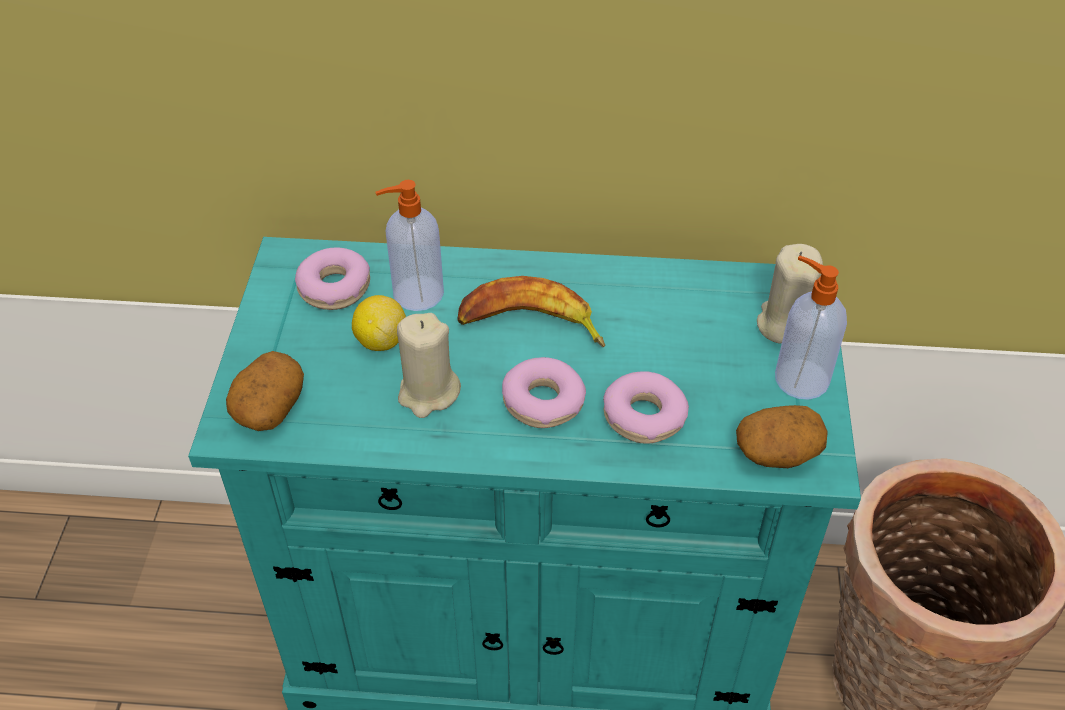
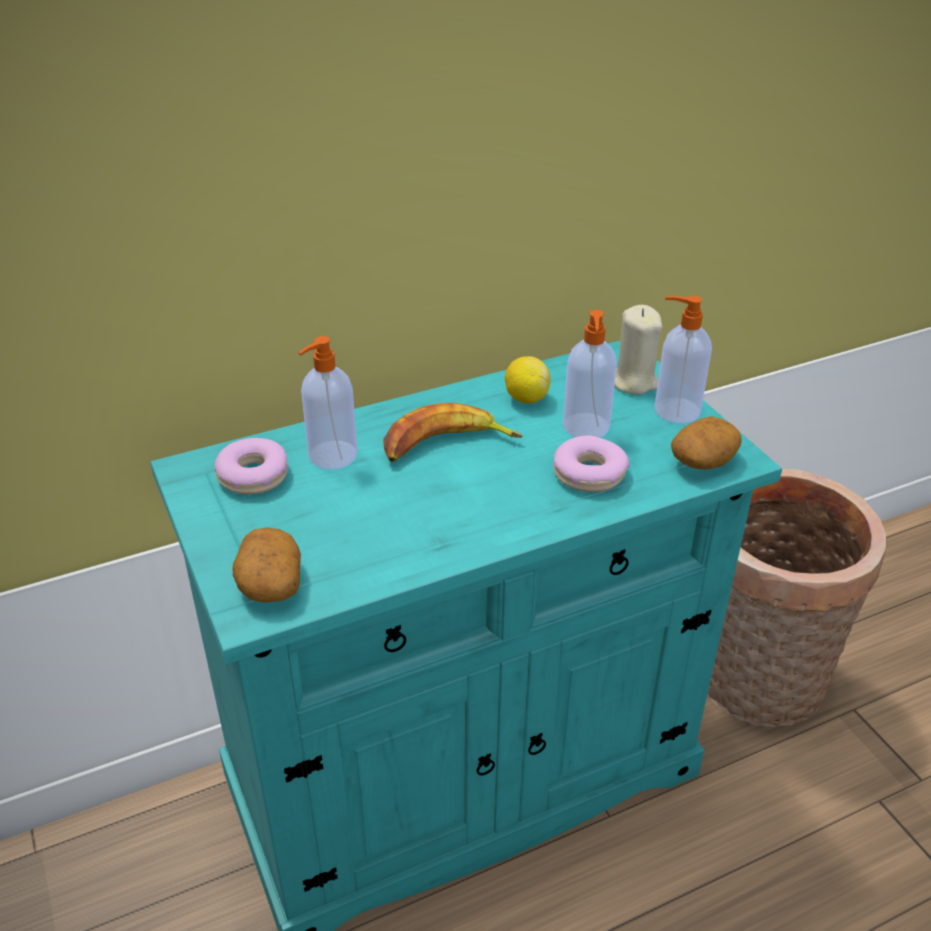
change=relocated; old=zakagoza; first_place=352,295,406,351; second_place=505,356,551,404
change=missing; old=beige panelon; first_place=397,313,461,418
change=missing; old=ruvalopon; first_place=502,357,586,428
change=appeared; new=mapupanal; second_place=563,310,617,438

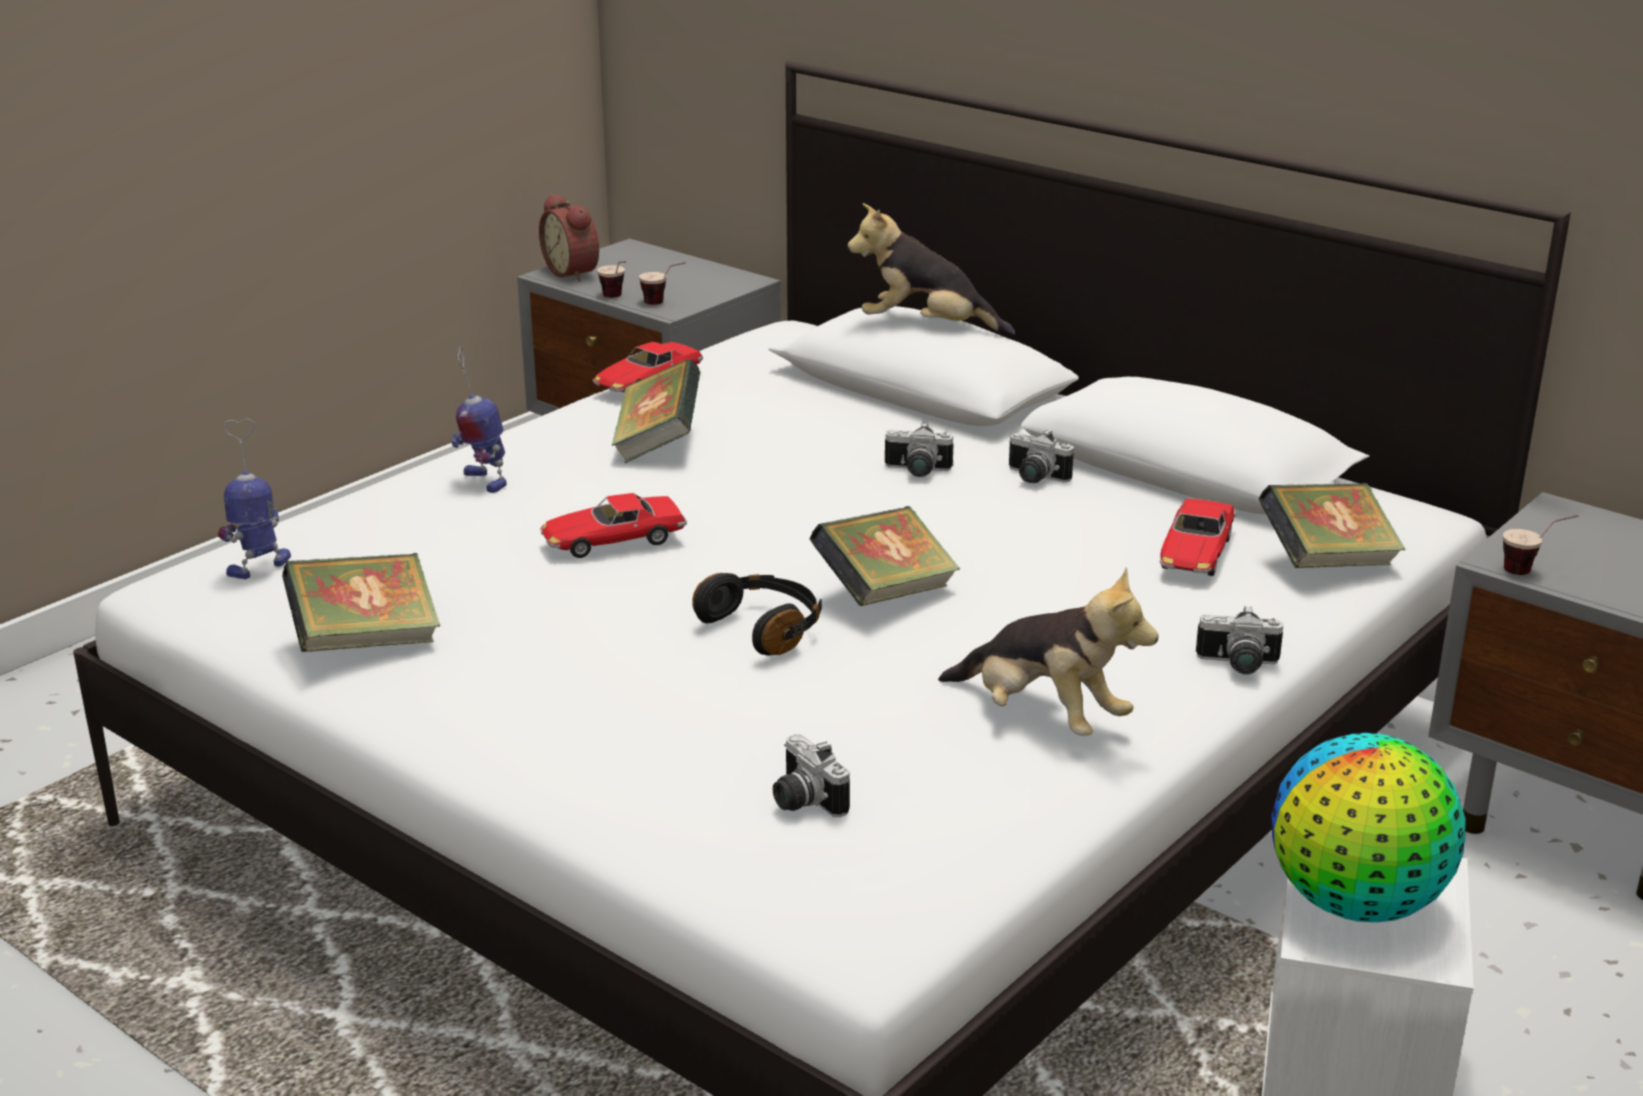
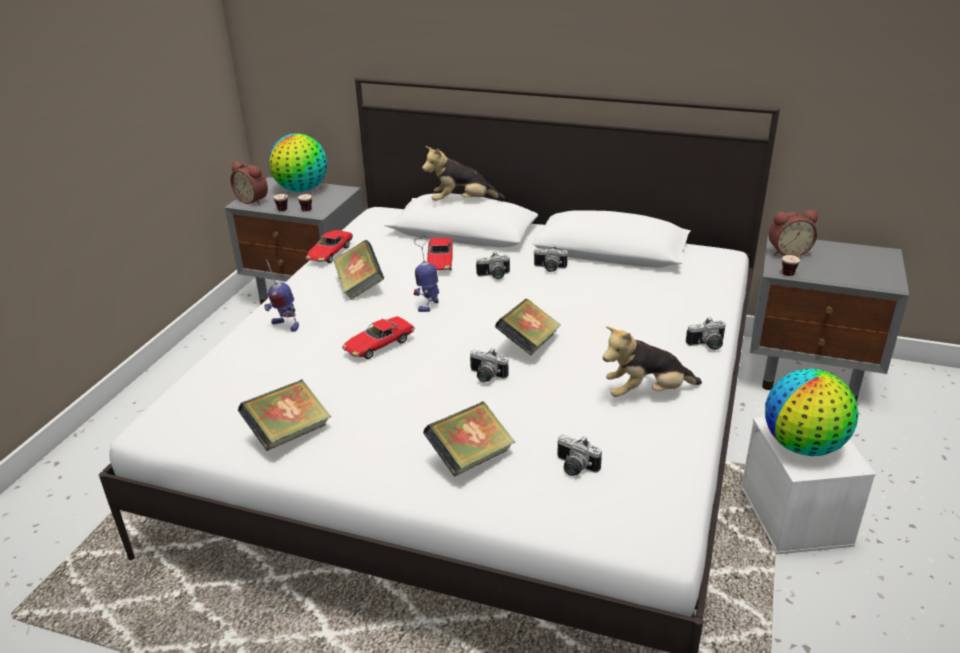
change=relocated; old=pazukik; first_place=218,419,291,579; second_place=414,236,439,312
change=relocated; old=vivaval; first_place=1259,483,1406,568; second_place=423,401,515,477
change=relocated; old=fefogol; first_place=1160,499,1236,576; second_place=427,238,453,270
change=spun; old=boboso; first_place=938,567,1158,736; second_place=603,326,702,397; degrees=150
change=exchanged; old=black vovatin; new=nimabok; first_place=692,573,822,655; second_place=470,349,508,382
change=appeared; new=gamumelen; second_place=269,133,327,192
change=appeared; new=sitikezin; second_place=769,210,818,257

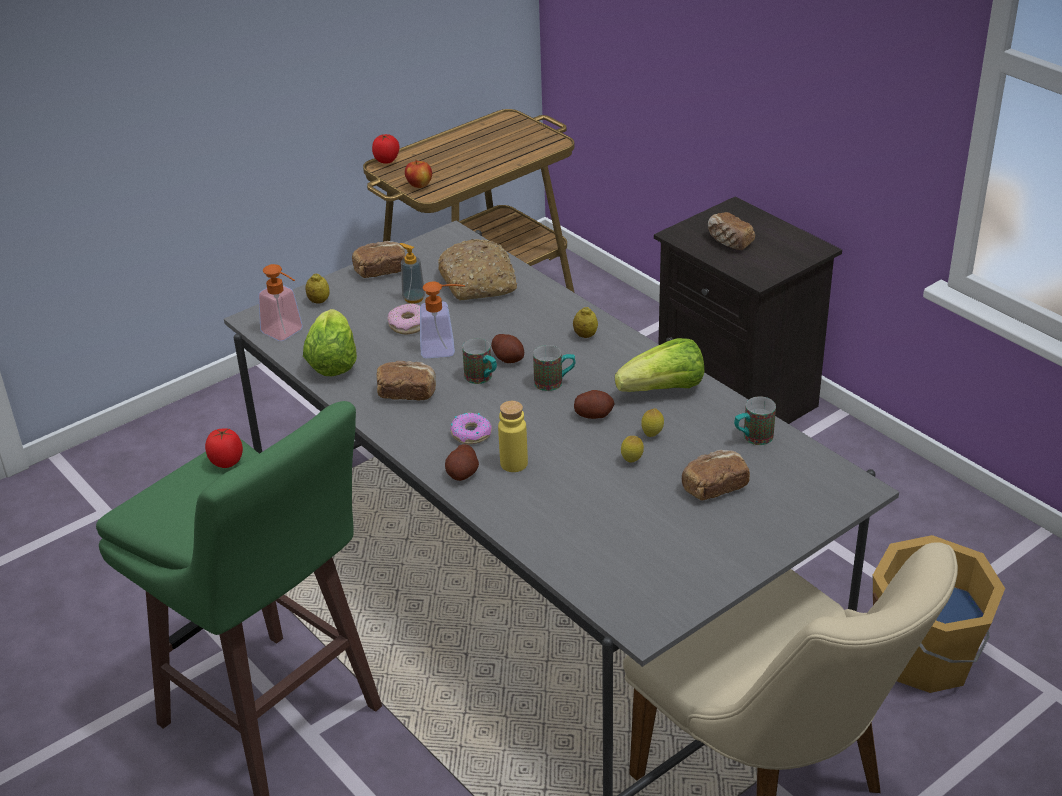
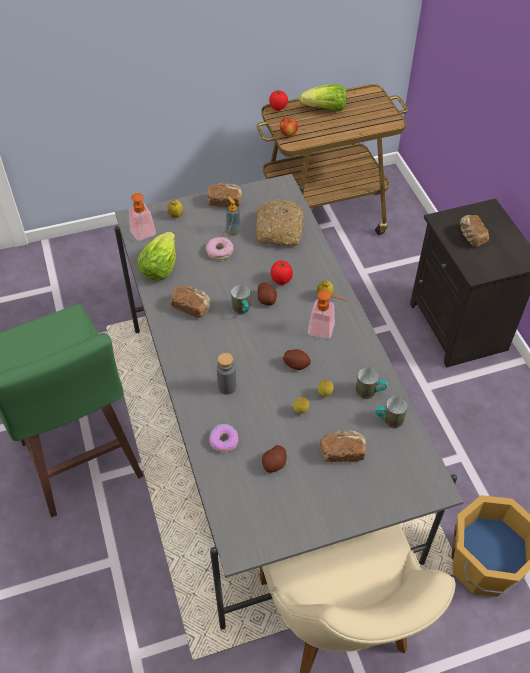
change=relocated; old=mapupanal; first_place=420,282,465,358; second_place=308,290,347,339
change=relocated; old=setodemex; first_place=615,338,704,392; second_place=299,84,346,111
change=relocated; old=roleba; first_place=533,345,575,391; second_place=356,367,387,399
change=colour; old=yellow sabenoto; new=grey sabenoto; first_place=498,401,528,472; second_place=217,353,236,395
change=relocated; old=ruvalopon; first_place=450,413,492,444; second_place=209,424,238,452
change=relocated; old=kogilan; first_place=205,428,243,468; second_place=271,260,293,285
change=relocated; old=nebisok; first_place=445,444,479,481; second_place=262,445,287,473

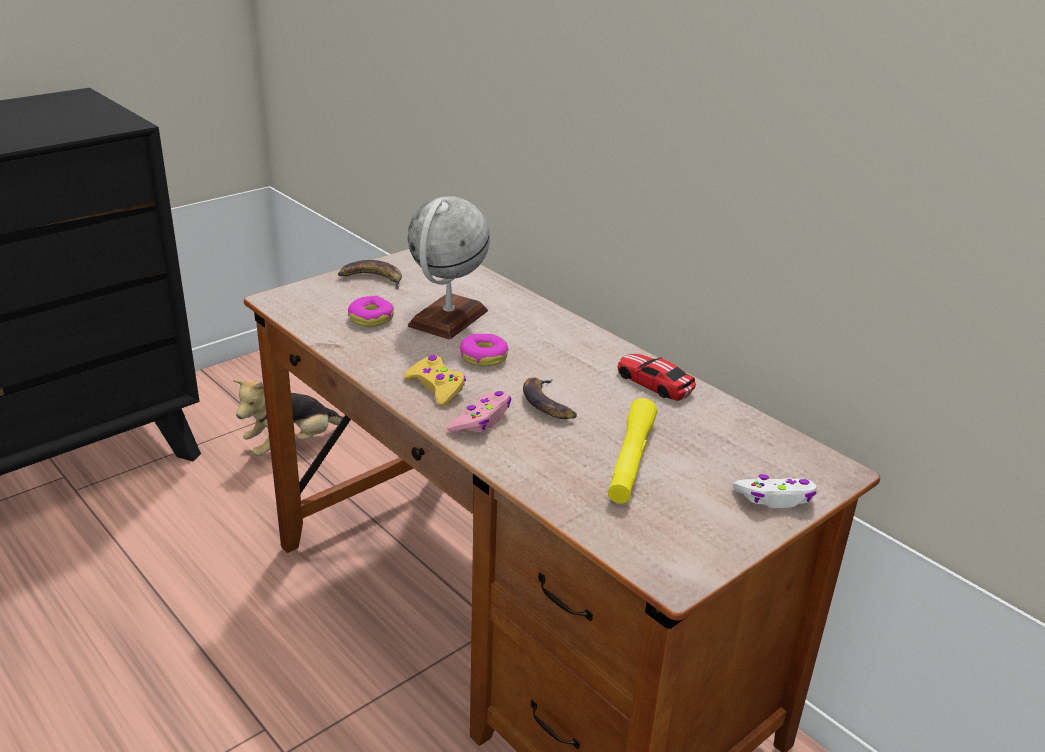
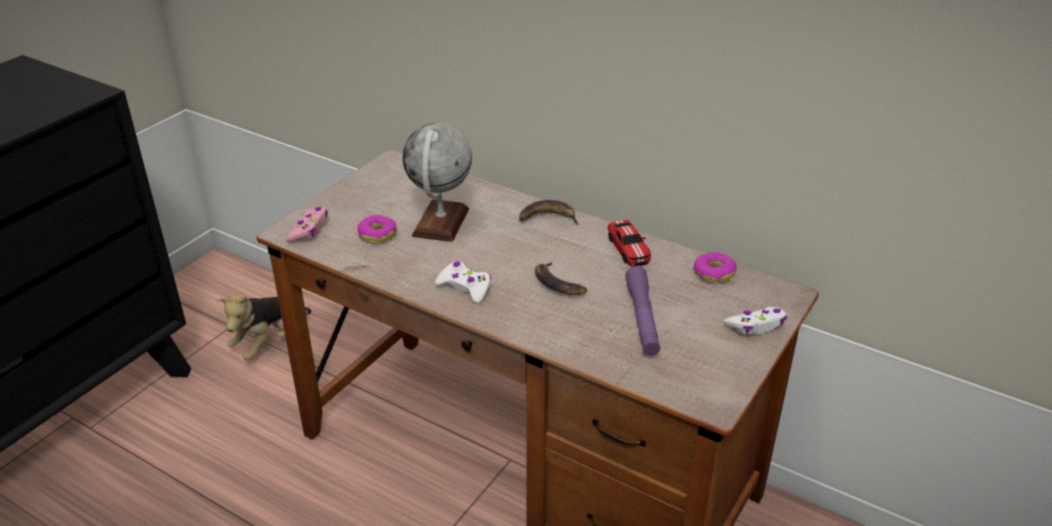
change=relocated; old=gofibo; first_place=338,260,402,290; second_place=519,200,579,225
change=relocated; old=ruvalopon; first_place=460,334,508,366; second_place=693,252,737,283
change=spun; old=fefogol; first_place=618,354,696,401; second_place=608,220,651,267; degrees=-135
change=colour; old=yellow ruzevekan; new=white ruzevekan; first_place=404,355,466,406; second_place=435,261,492,304
change=relocated; old=pink ruzevekan; first_place=447,391,511,433; second_place=286,207,328,242
change=colour; old=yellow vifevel; new=purple vifevel; first_place=608,398,657,504; second_place=625,266,660,356

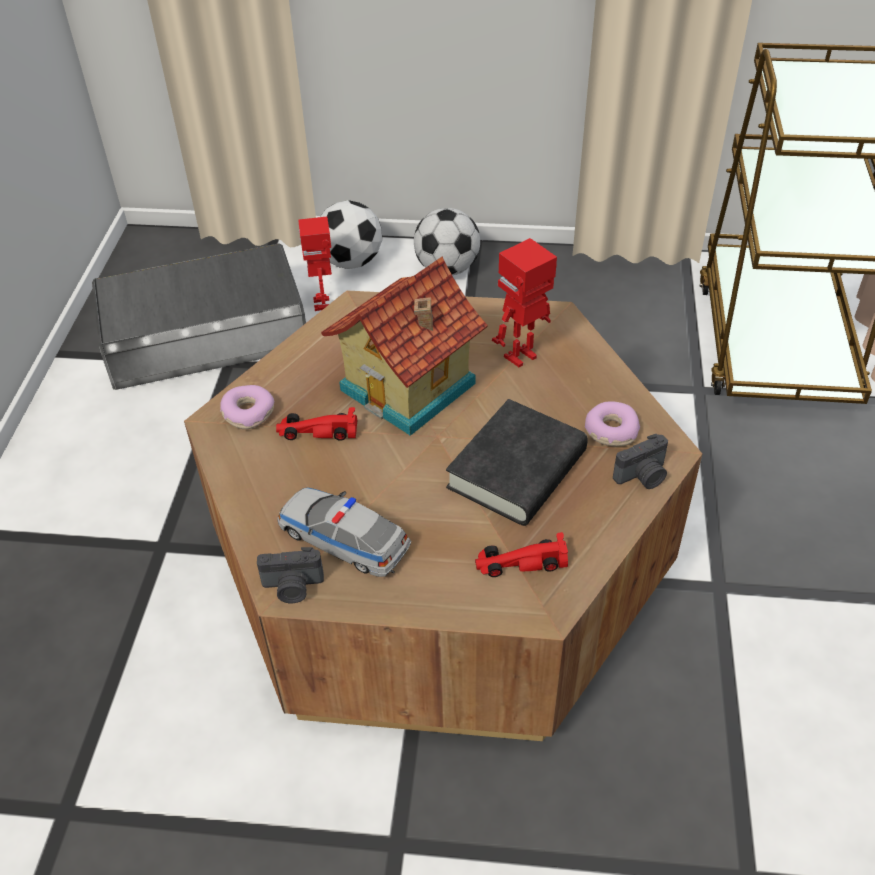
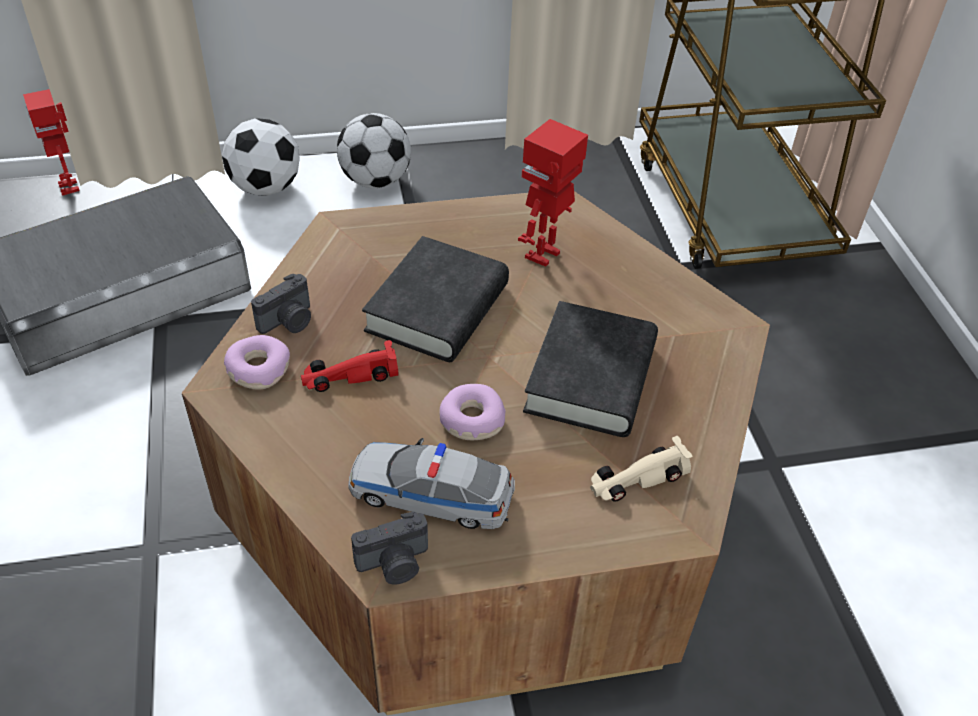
change=relocated; old=pazukik; first_place=298,217,332,311; second_place=23,89,80,196
change=exchanged; old=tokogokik; new=black vivaval; first_place=321,257,488,436; second_place=362,236,509,362
change=relocated; old=ruvalopon; first_place=585,401,640,446; second_place=439,384,506,440
change=relocated; old=nimabok; first_place=613,433,668,489; second_place=251,274,311,334
change=colour; old=red fefogol; new=beige fefogol; first_place=475,532,568,577; second_place=590,436,693,502

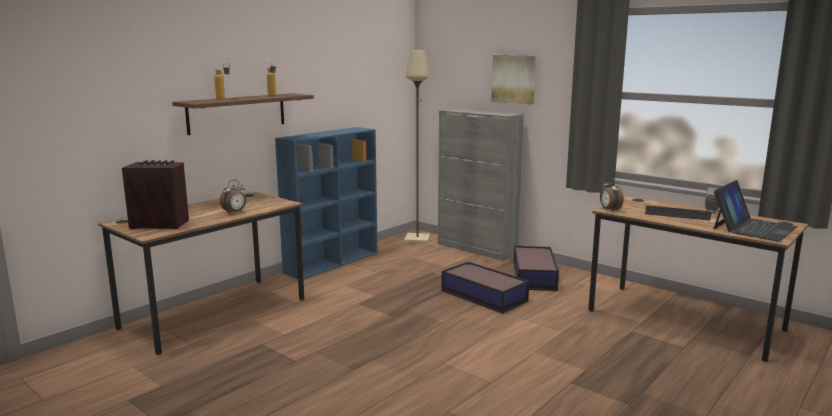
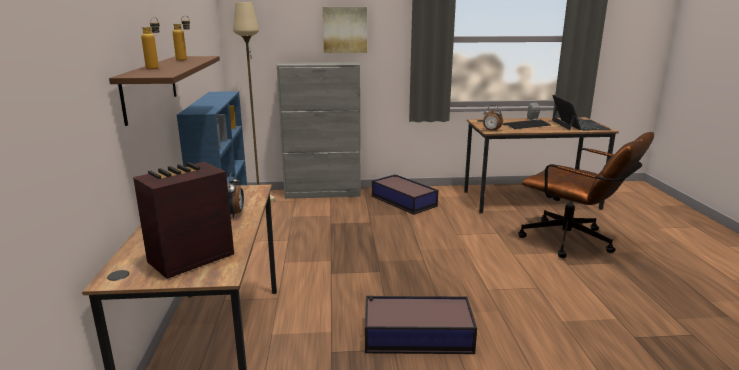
change=relocated; old=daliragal; first_place=441,262,529,314; second_place=365,296,477,354
change=appeared; new=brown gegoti; second_place=518,132,654,258

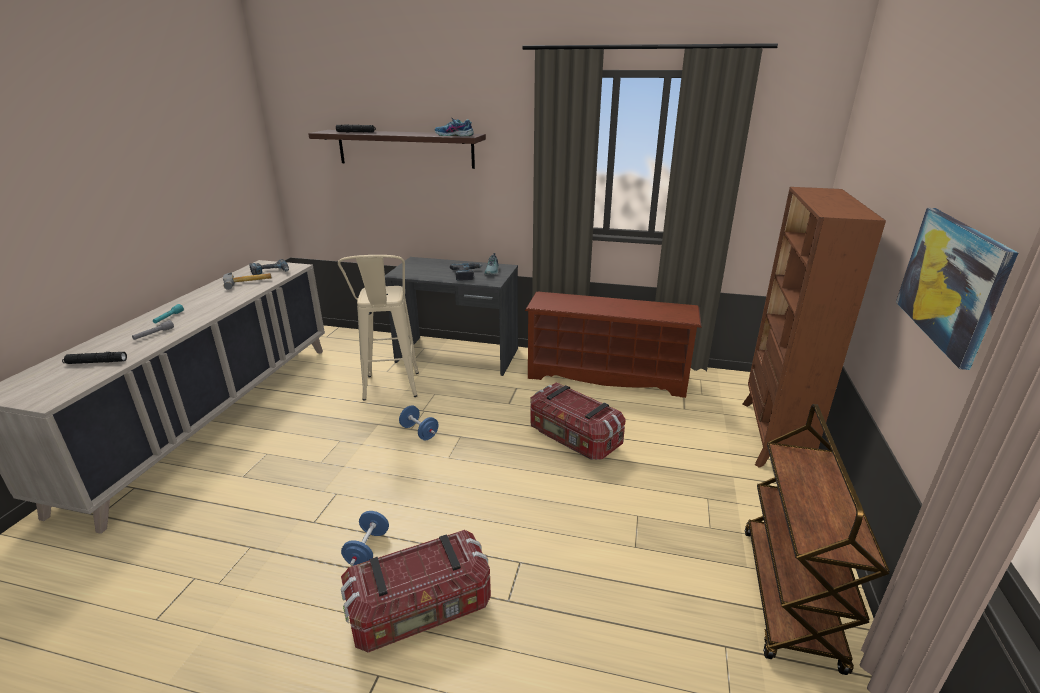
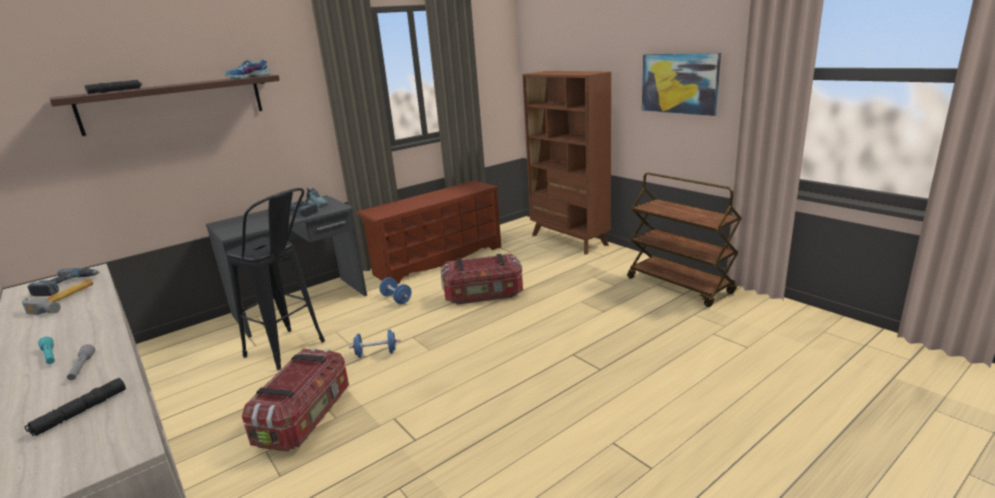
change=colour; old=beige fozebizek; new=black fozebizek; first_place=338,255,419,401; second_place=226,188,325,370
change=relocated; old=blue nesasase; first_place=341,511,389,566; second_place=379,277,411,304
change=relocated; old=daliragal; first_place=341,530,491,653; second_place=242,348,349,451

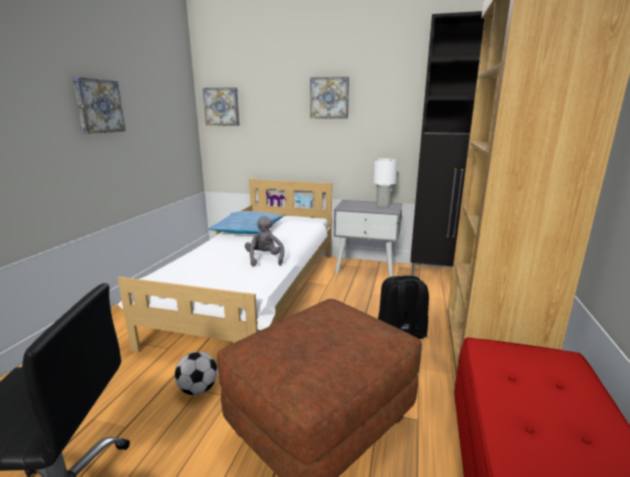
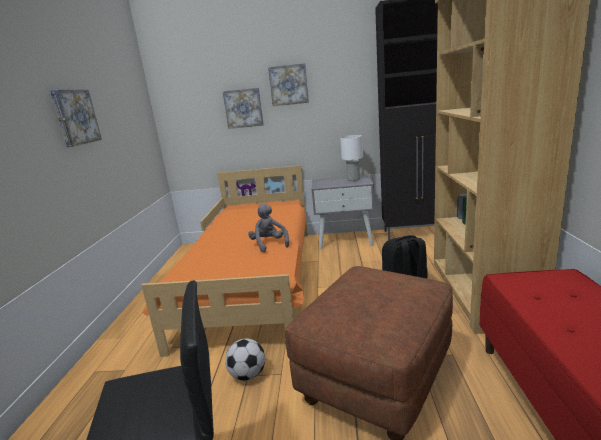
change=relocated; old=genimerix; first_place=203,87,240,126; second_place=223,88,264,129
change=colour; old=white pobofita; new=orange pobofita; first_place=118,179,332,353; second_place=141,165,308,357
change=missing; old=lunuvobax; first_place=208,211,283,234

